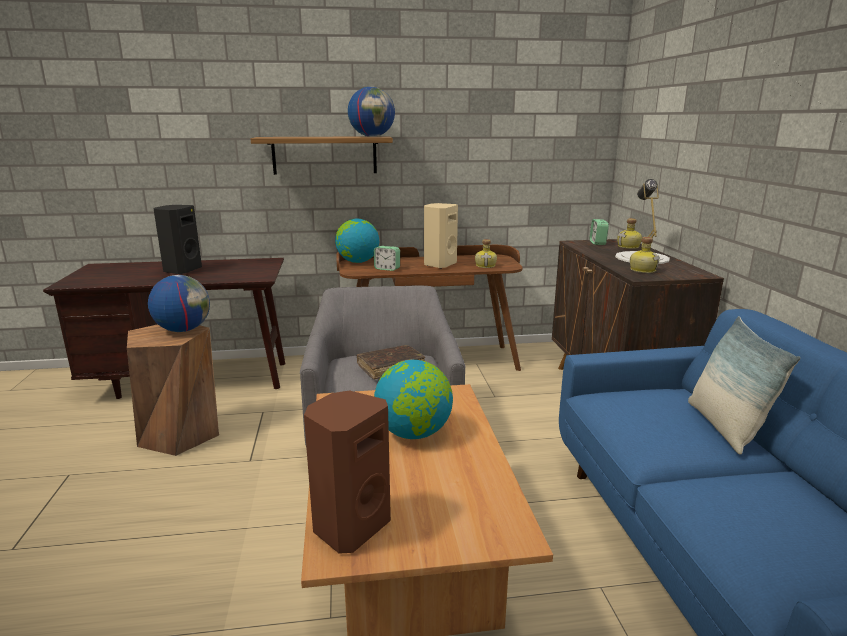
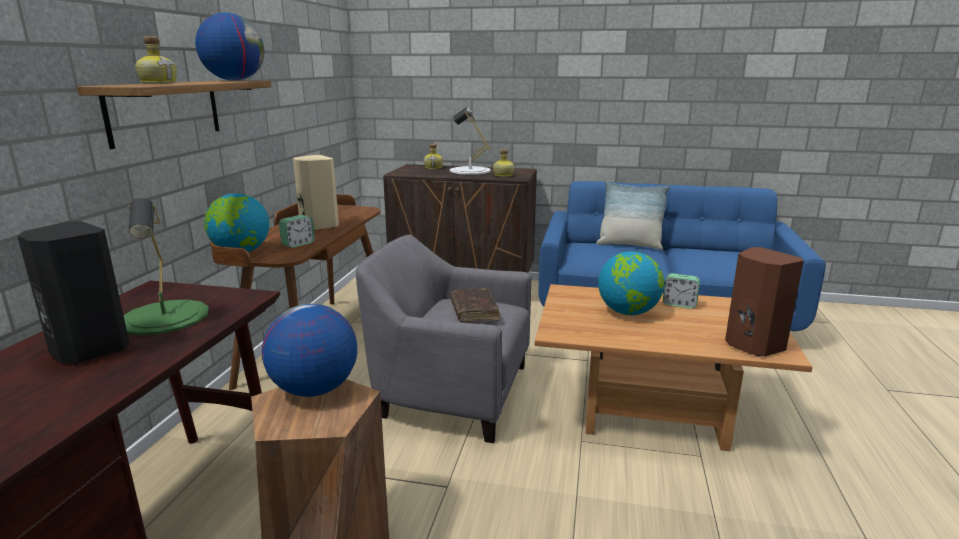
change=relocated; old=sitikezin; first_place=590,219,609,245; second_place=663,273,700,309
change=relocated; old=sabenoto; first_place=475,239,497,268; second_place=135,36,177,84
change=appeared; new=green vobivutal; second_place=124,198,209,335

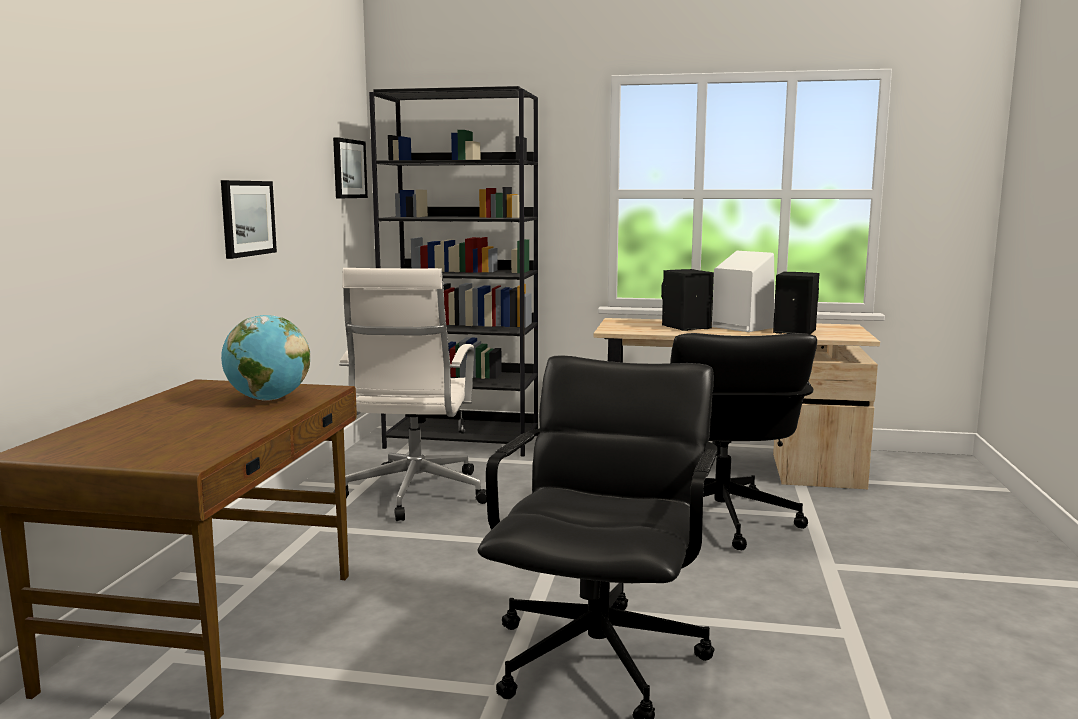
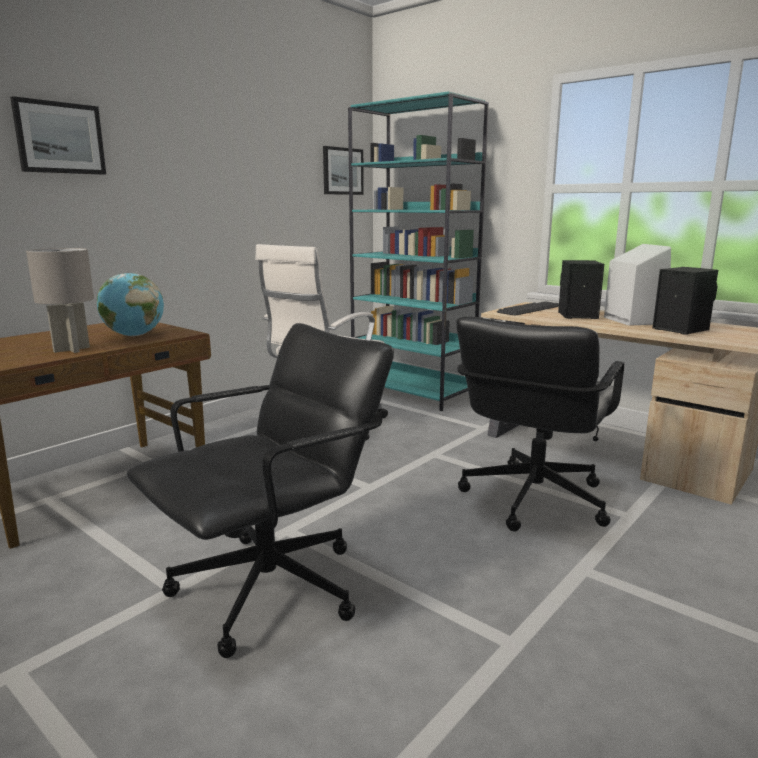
change=colour; old=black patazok; new=turquoise patazok; first_place=369,86,538,456; second_place=348,91,489,411
change=relocated; old=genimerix; first_place=221,180,277,259; second_place=10,96,106,175
change=appeared; new=grey vobivutal; second_place=26,248,94,353
change=appeared; new=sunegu; second_place=497,301,559,315

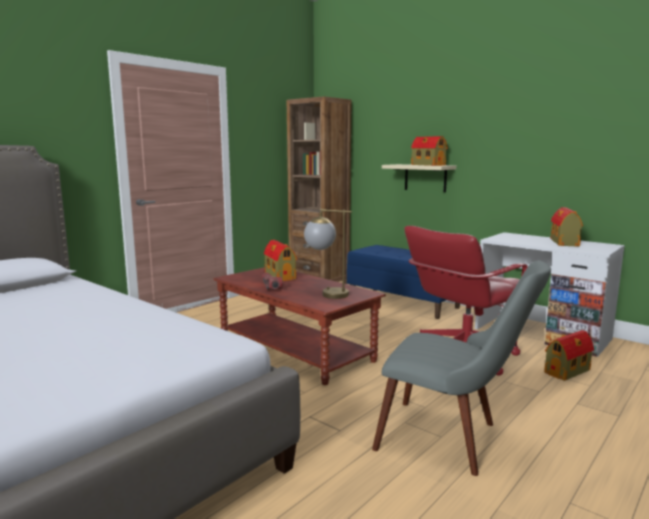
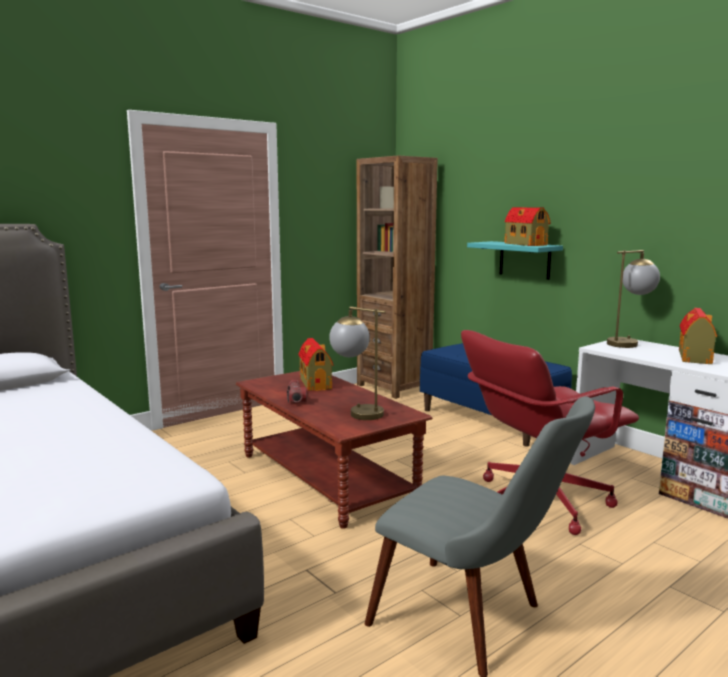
change=colour; old=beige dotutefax; new=turquoise dotutefax; first_place=382,164,456,192; second_place=467,241,563,280
change=missing; old=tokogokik; first_place=544,330,594,381
change=appeared; new=vobivutal; second_place=607,250,660,348

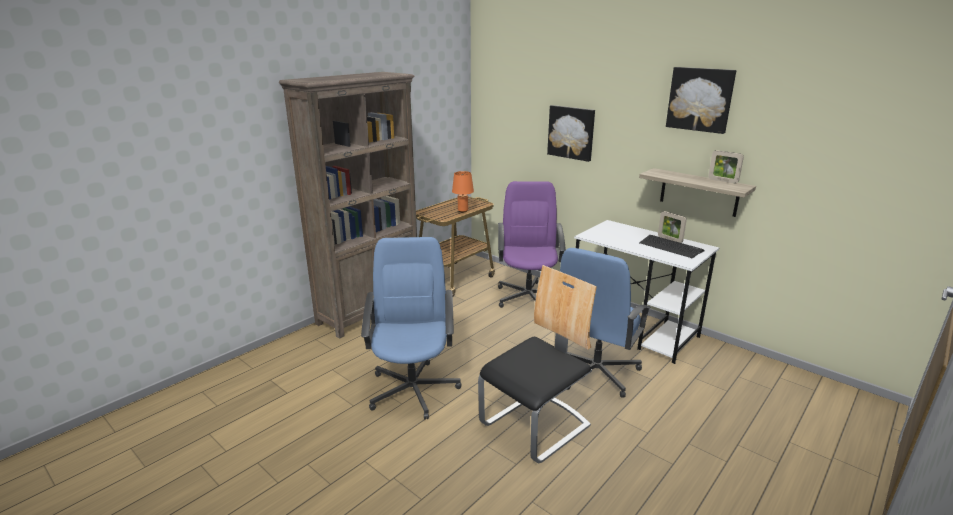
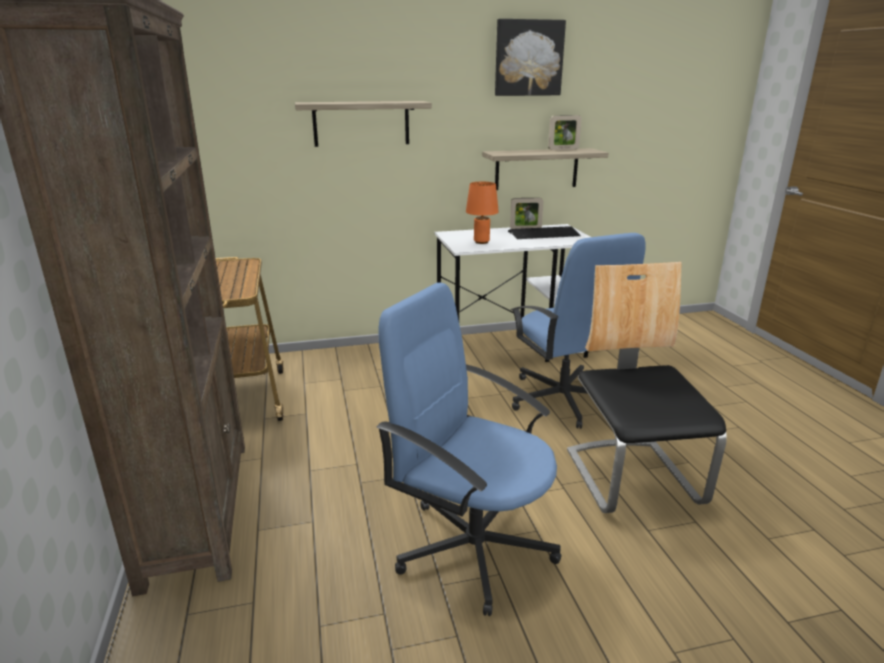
change=exchanged; old=genimerix; new=dotutefax; first_place=547,105,595,162; second_place=295,101,432,147
change=relocated; old=orange vobivutal; first_place=452,171,474,212; second_place=466,182,499,244
change=missing; old=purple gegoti; first_place=498,181,566,308

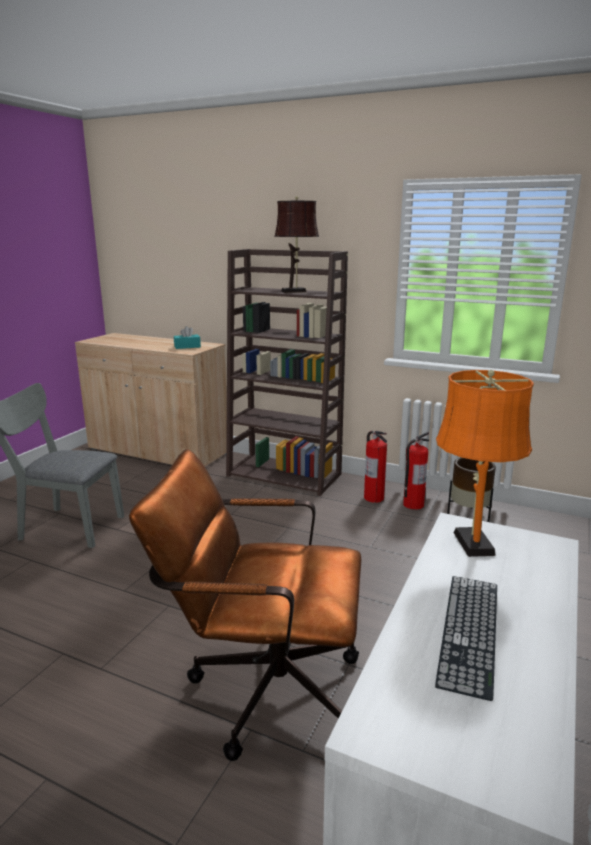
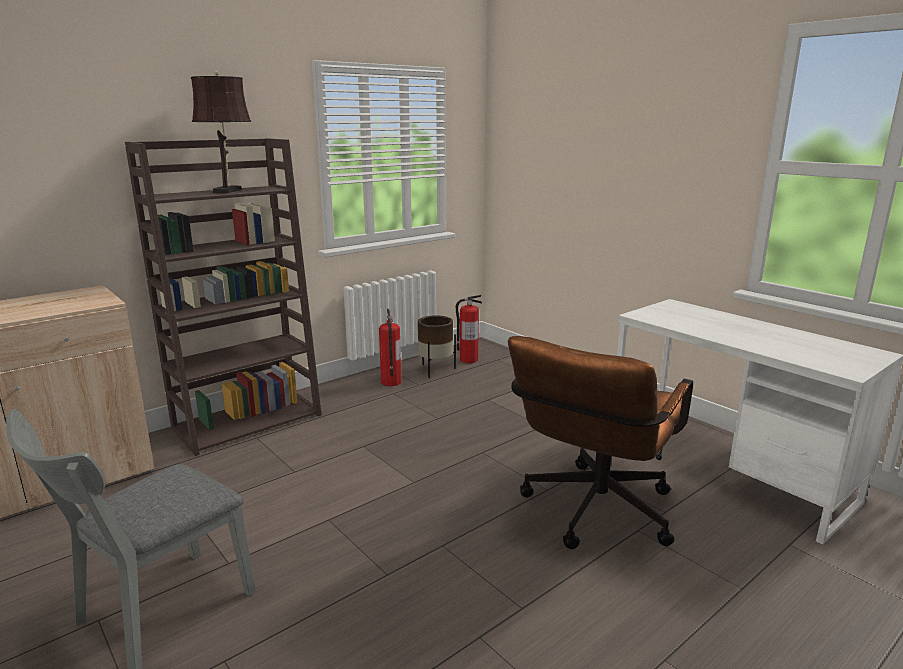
change=missing; old=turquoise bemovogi; first_place=174,326,201,349
change=missing; old=orange vobivutal; first_place=436,370,534,557
change=relocated; old=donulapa; first_place=364,431,387,503; second_place=456,295,482,363
change=missing; old=sunegu; first_place=435,576,497,701

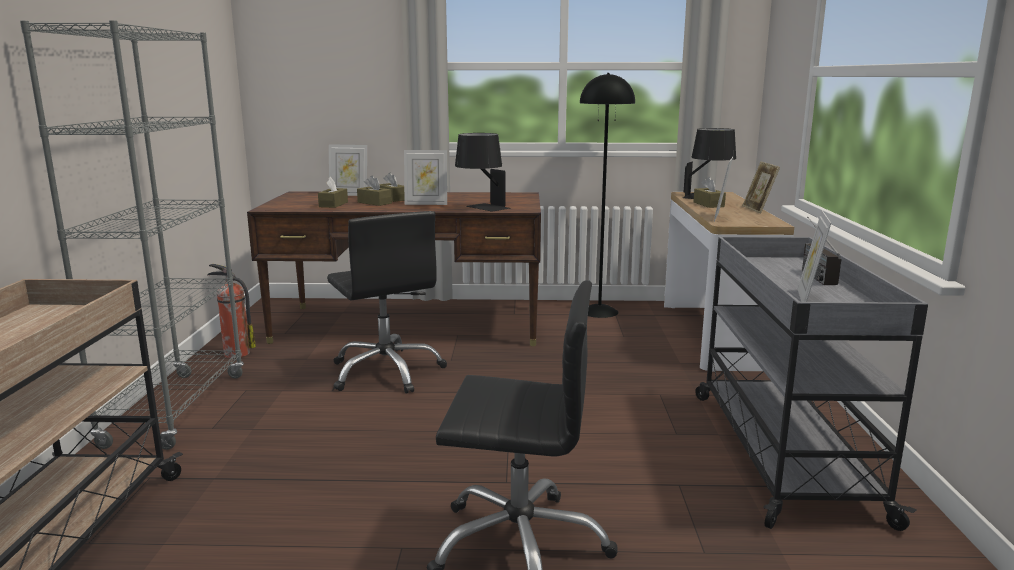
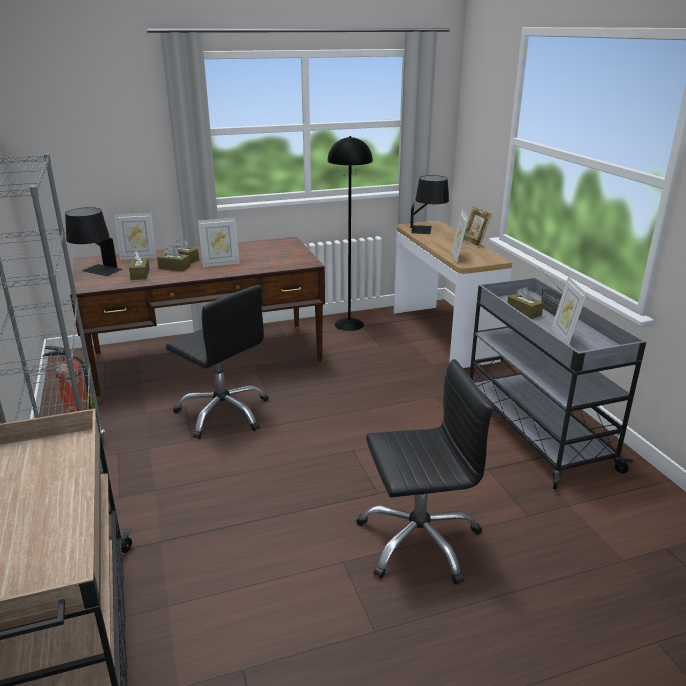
change=relocated; old=black vobivutal; first_place=455,133,511,212; second_place=65,207,123,276
change=relocated; old=brown bemovogi; first_place=693,177,726,208; second_place=507,287,544,319

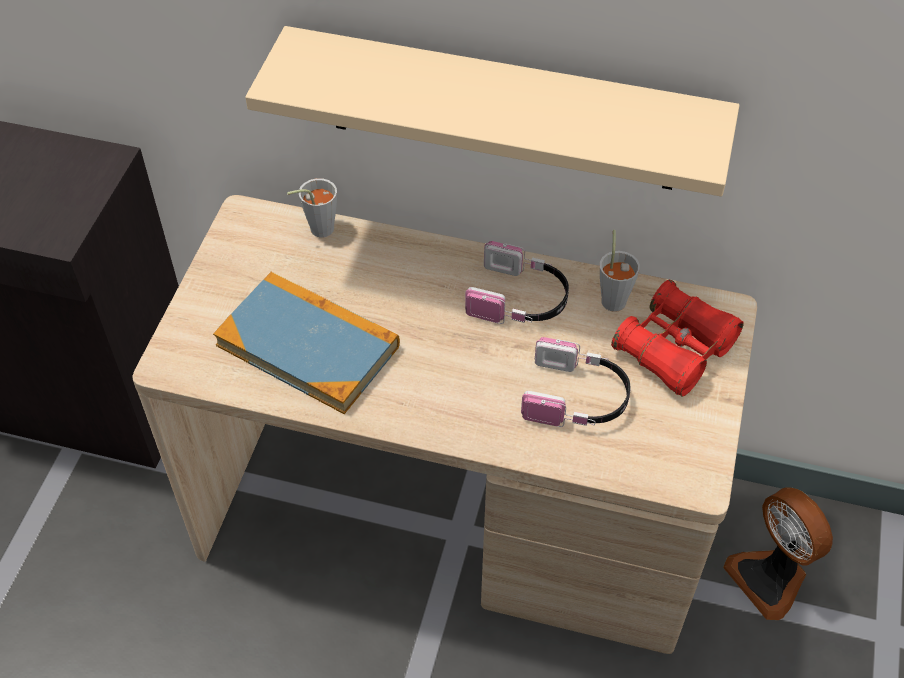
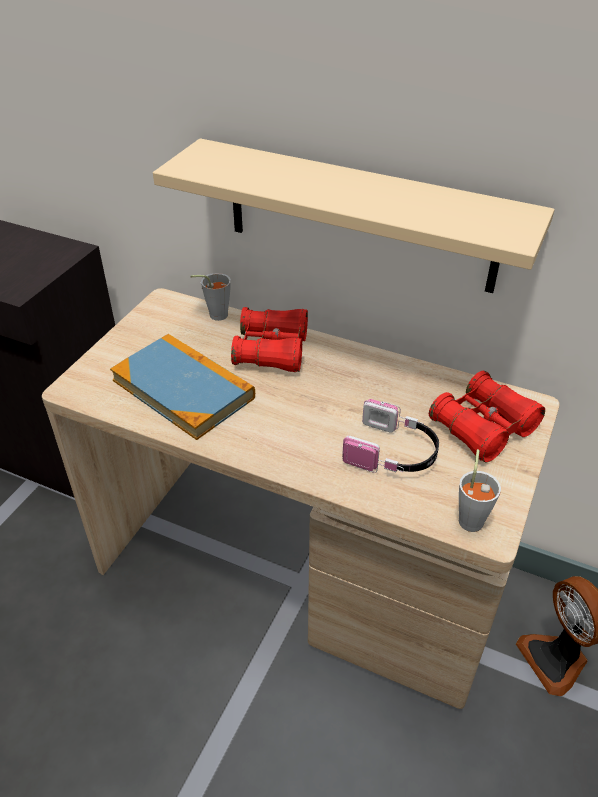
change=relocated; old=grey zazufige; first_place=600,230,640,312; second_place=459,449,501,532
change=missing; old=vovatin; first_place=465,241,569,324
change=appeared; new=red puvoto; second_place=231,307,308,372

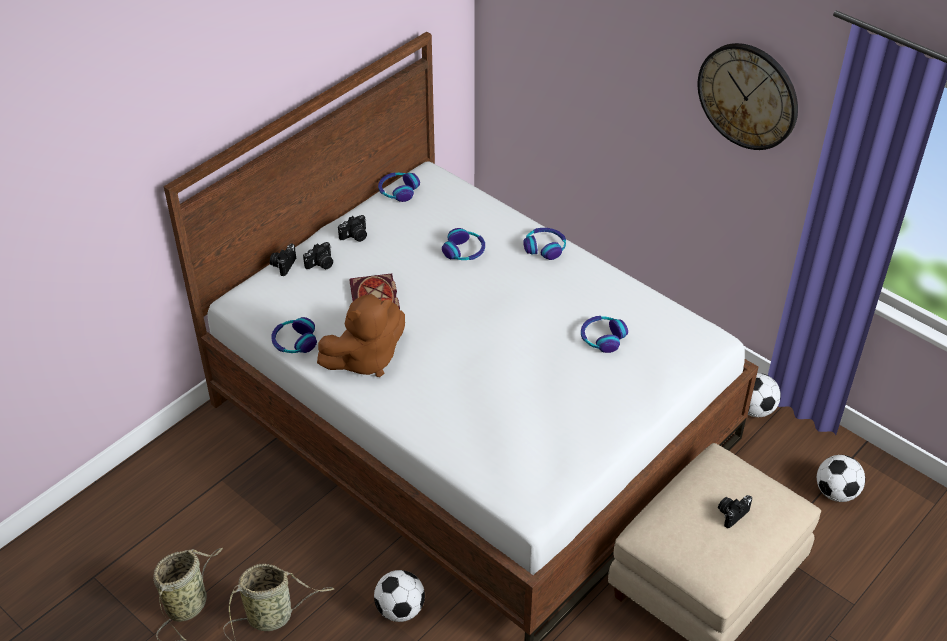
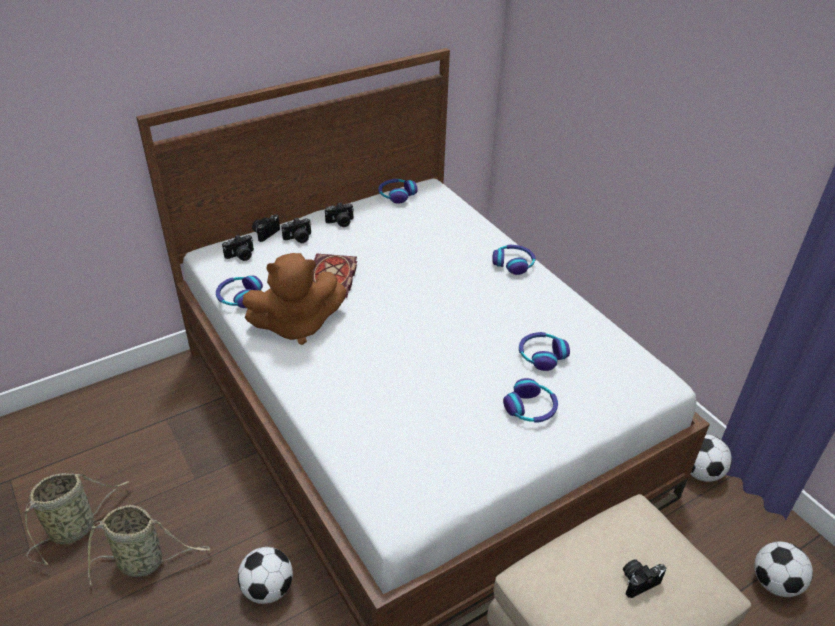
change=missing; old=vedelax; first_place=698,43,798,150
change=relocated; old=vovatin; first_place=442,228,485,260; second_place=503,378,558,422
change=appeared; new=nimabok; second_place=222,235,254,261

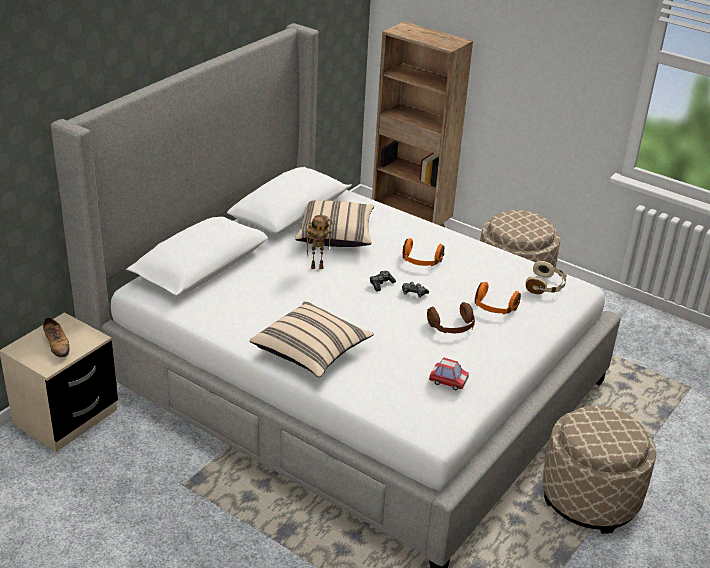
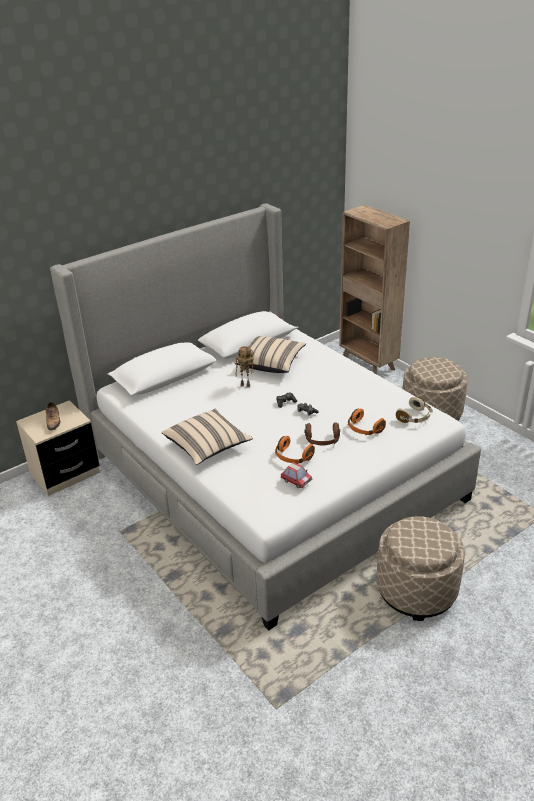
change=relocated; old=orange vovatin; first_place=402,238,444,266; second_place=275,436,315,464

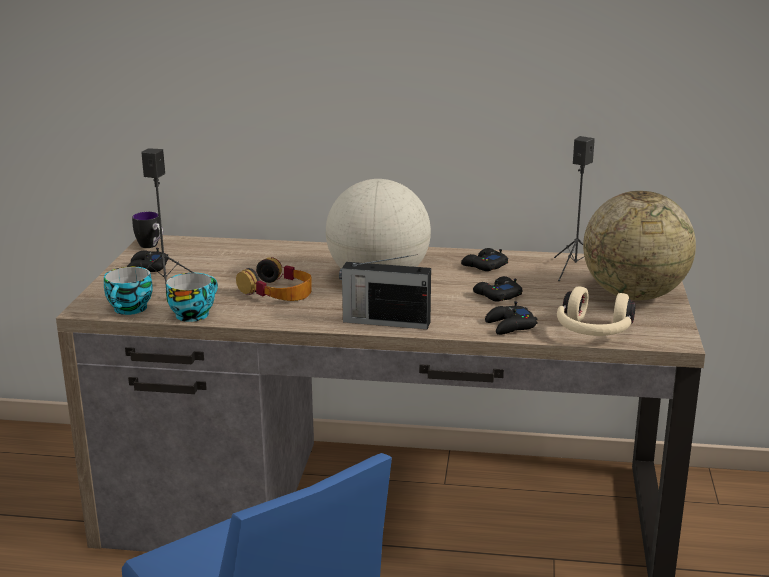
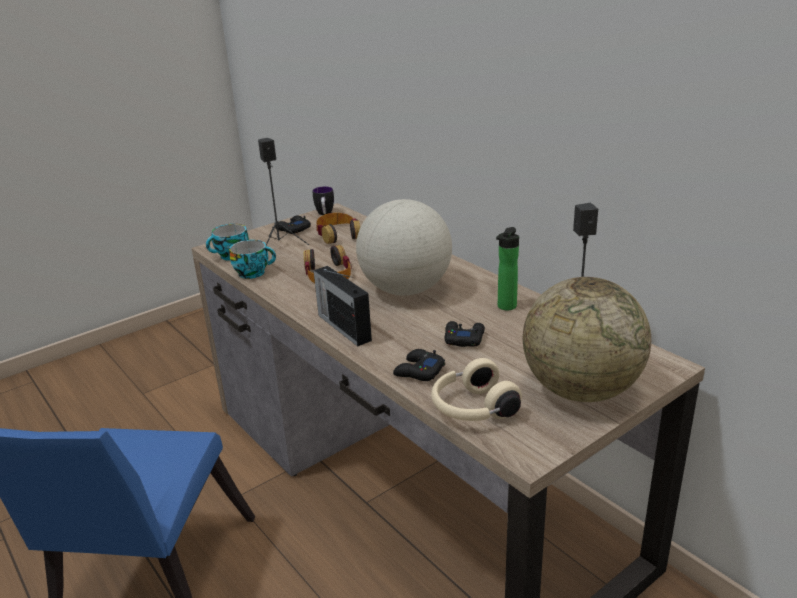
change=exchanged; old=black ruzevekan; new=sabenoto; first_place=461,248,508,271; second_place=496,227,519,310
change=appeared; new=vovatin; second_place=316,213,360,244

